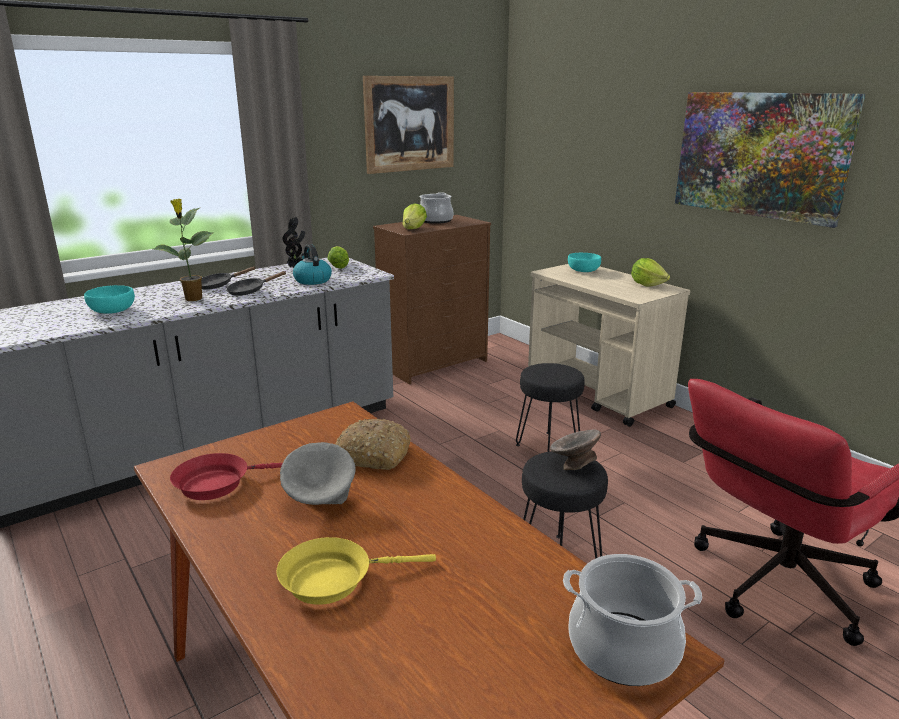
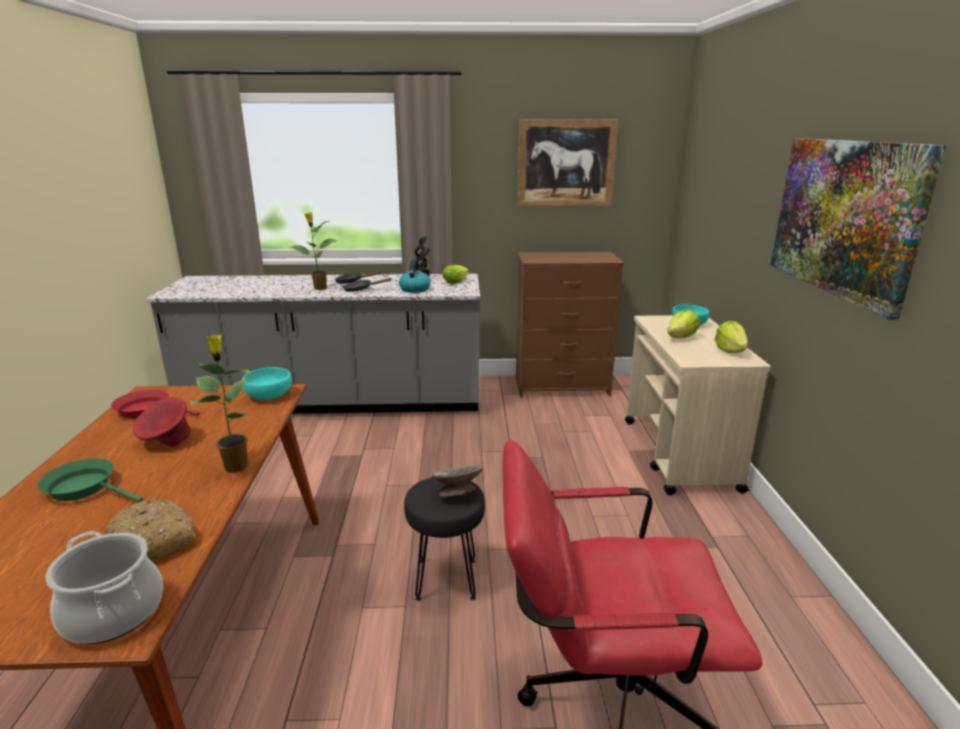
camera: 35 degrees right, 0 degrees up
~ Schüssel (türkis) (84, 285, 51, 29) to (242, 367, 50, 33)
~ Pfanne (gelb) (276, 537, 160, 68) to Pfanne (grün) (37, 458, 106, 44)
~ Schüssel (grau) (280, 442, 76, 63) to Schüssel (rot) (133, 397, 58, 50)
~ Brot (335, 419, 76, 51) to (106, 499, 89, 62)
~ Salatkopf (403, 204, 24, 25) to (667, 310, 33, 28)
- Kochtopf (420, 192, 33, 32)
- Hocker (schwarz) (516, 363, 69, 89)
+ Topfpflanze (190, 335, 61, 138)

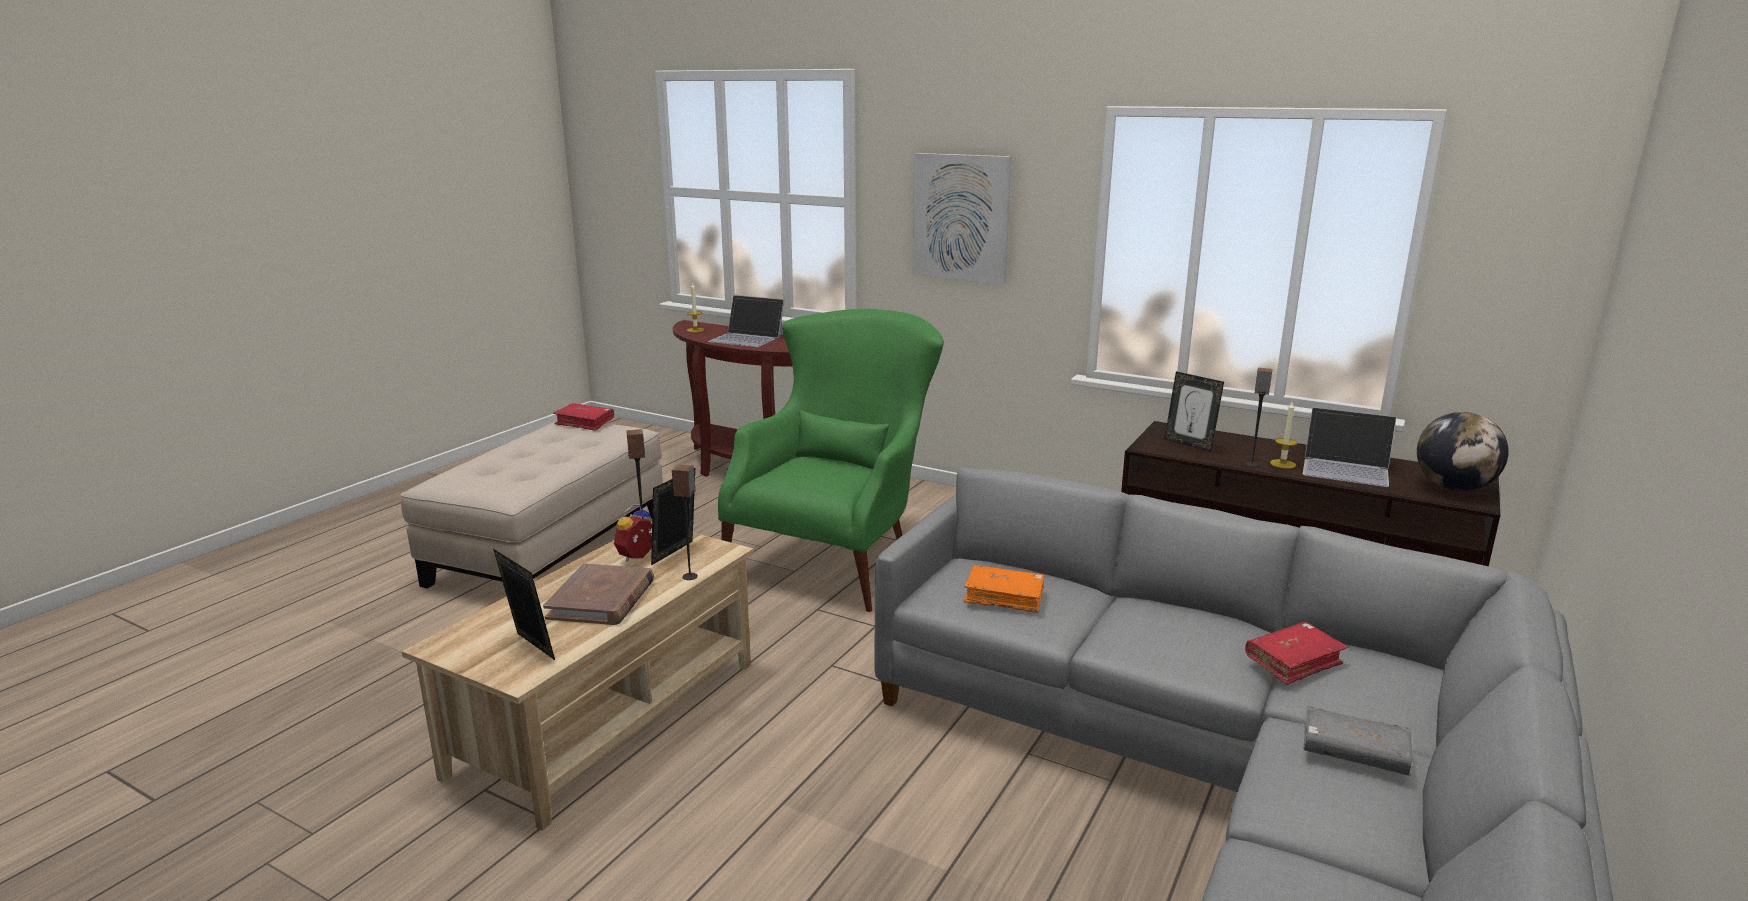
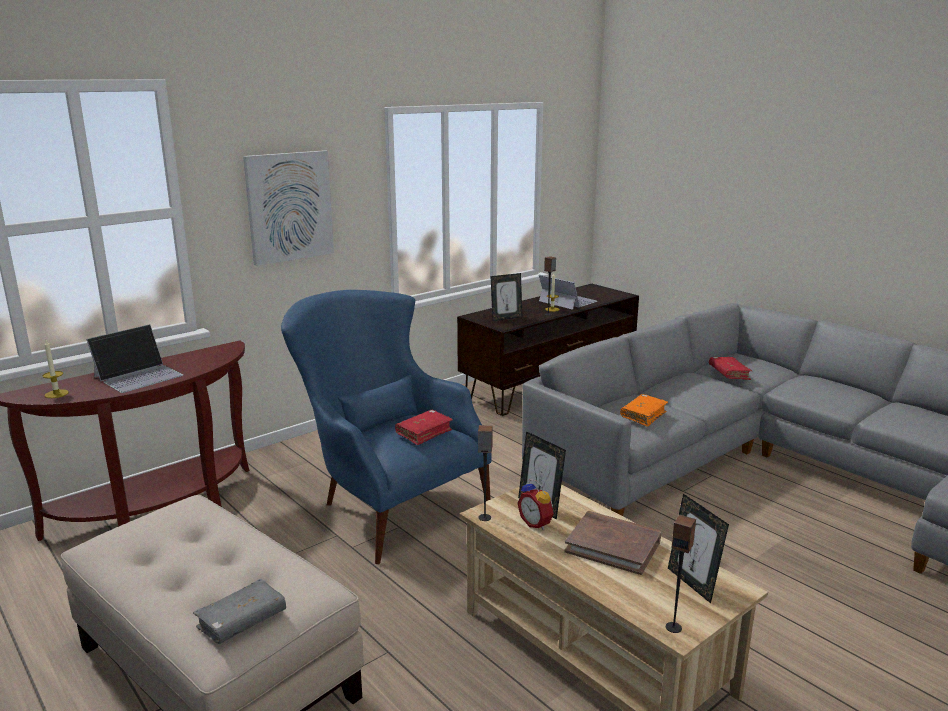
camera: 70 degrees left, 0 degrees up
~ Bilderrahmen (493, 549, 62, 111) = (668, 494, 61, 109) 90 degrees counterclockwise
~ Buch (rot) (553, 403, 61, 28) to (395, 410, 58, 35)
~ Lautsprecher (672, 465, 26, 115) to (666, 515, 30, 118)
~ Sessel (grün) (718, 309, 226, 303) to Sessel (blau) (281, 290, 211, 274)
~ Laptop (1303, 407, 94, 80) = (539, 275, 58, 35) 90 degrees counterclockwise
~ Buch (grau) (1303, 706, 110, 69) to (193, 579, 93, 65)
- Globus (1417, 412, 92, 79)

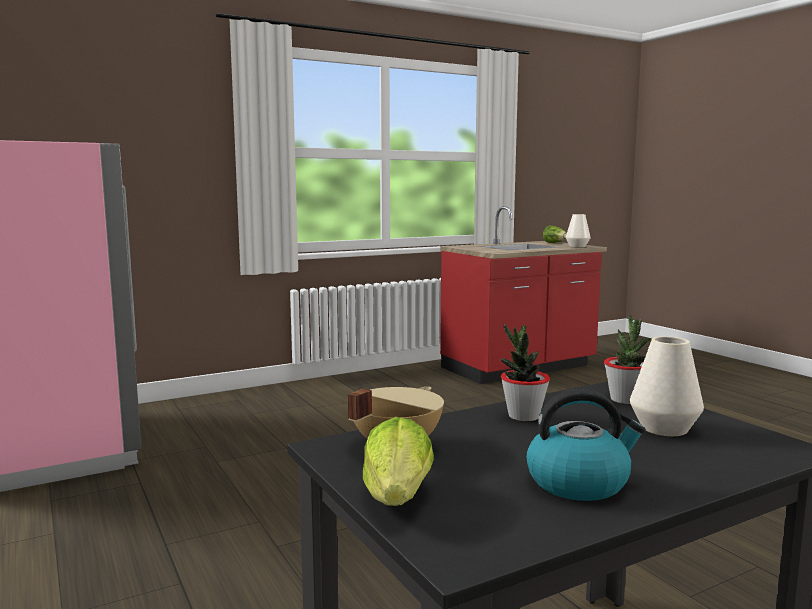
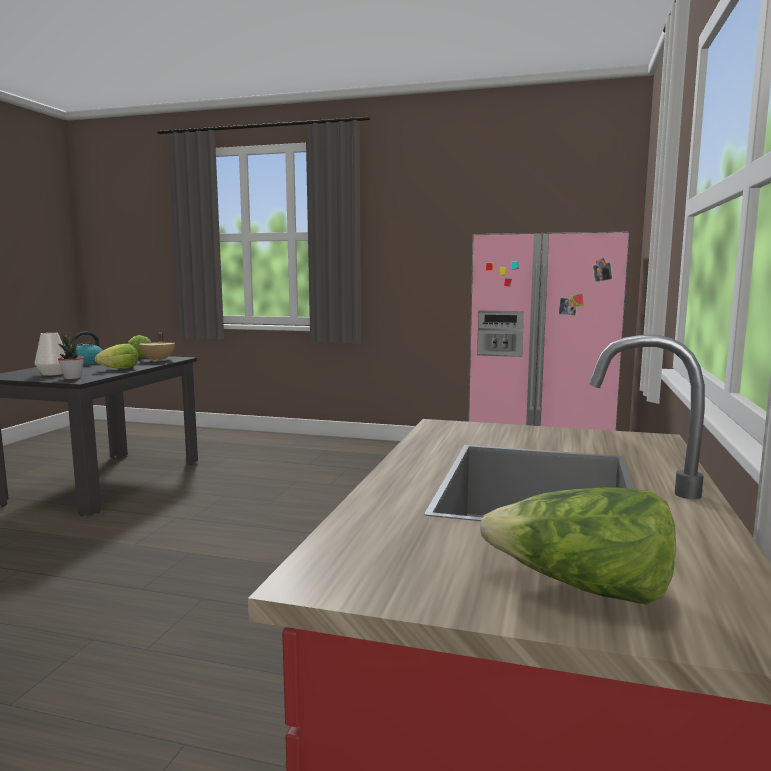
camera: 135 degrees right, 0 degrees up
~ Topfpflanze (500, 324, 50, 97) to Salatkopf (95, 344, 43, 25)
- Vase (weiß) (566, 214, 25, 33)

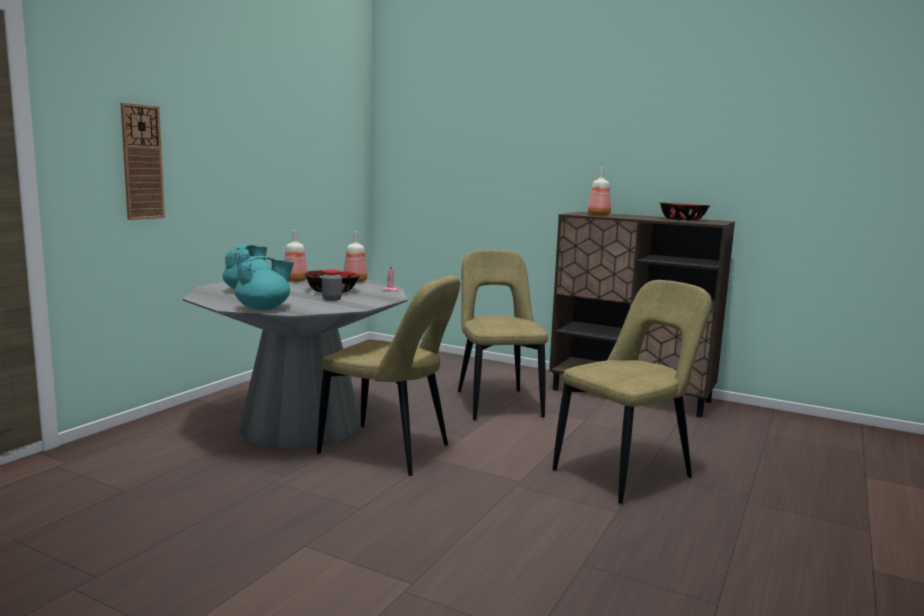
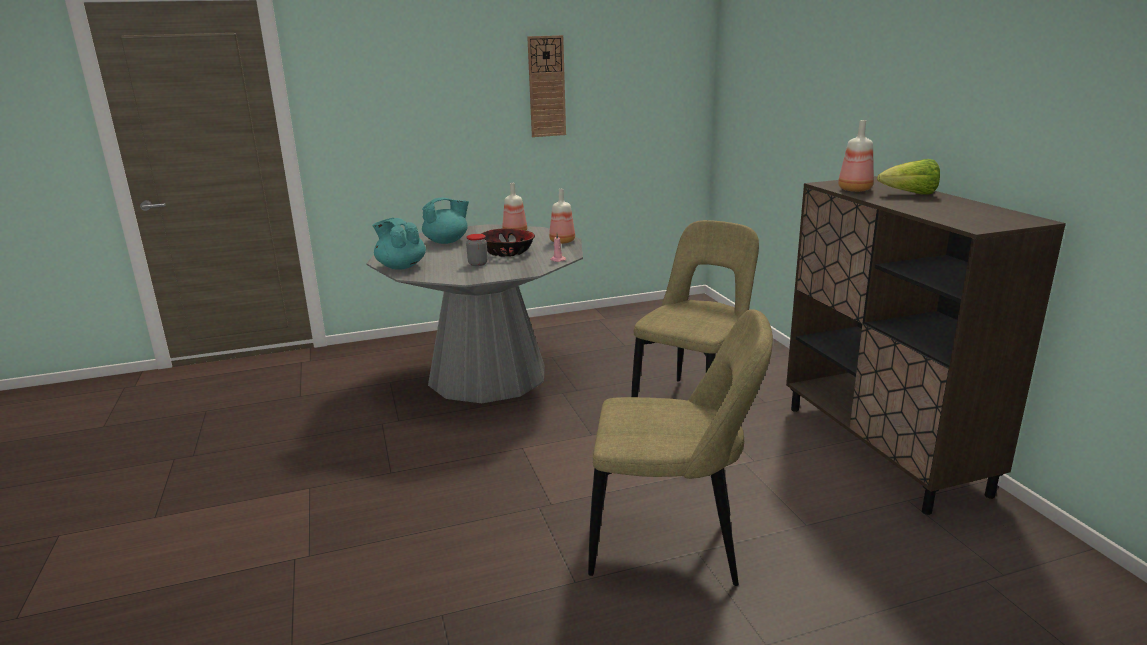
camera: 45 degrees right, 10 degrees up
~ Wanduhr (121, 103, 44, 117) to (527, 35, 39, 102)
~ Teekanne (türkis) (234, 256, 60, 54) = (372, 218, 54, 52) 150 degrees counterclockwise
- Stuhl (beige) (317, 275, 143, 201)
- Schüssel (660, 202, 50, 18)
+ Salatkopf (877, 159, 63, 36)

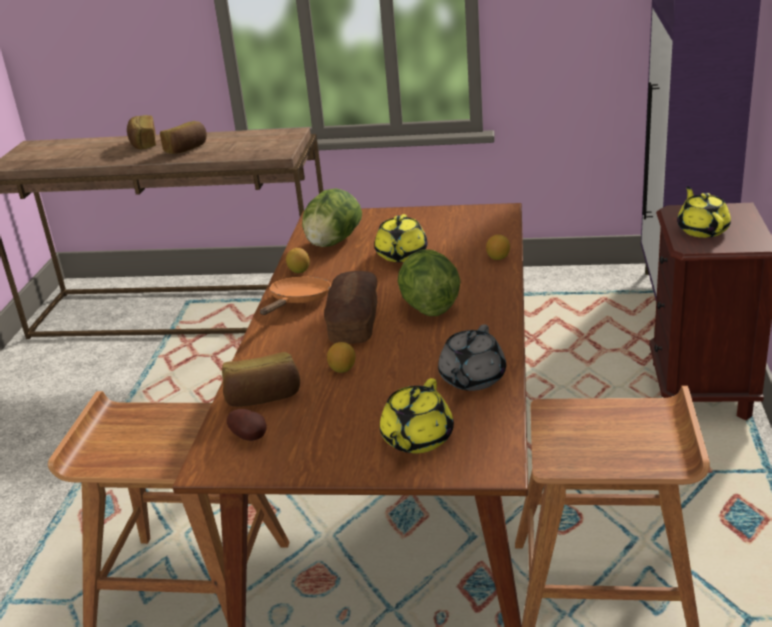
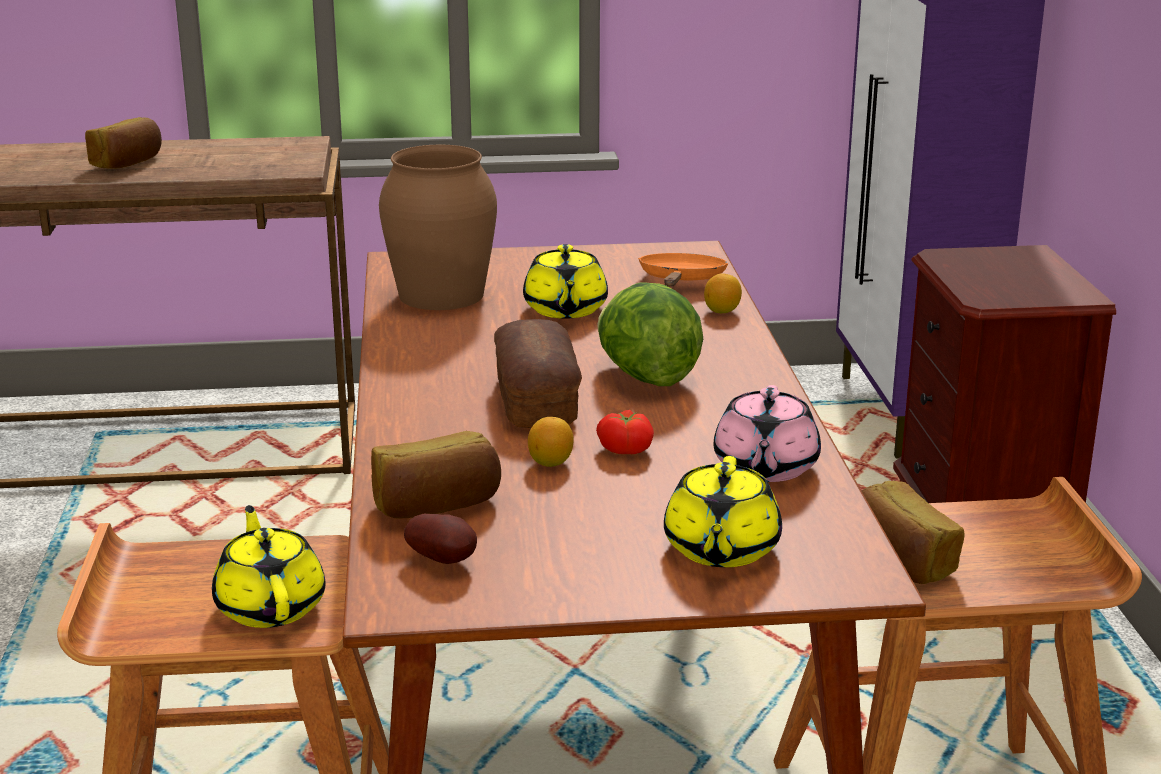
camera: 15 degrees left, 5 degrees down
~ Brot (127, 115, 29, 35) to (861, 481, 103, 103)
~ Pfanne (orange) (260, 277, 71, 38) to (638, 253, 91, 34)
- Zitrone (286, 248, 24, 25)
~ Salatkopf (302, 188, 60, 59) to Vase (braun) (379, 145, 118, 165)
~ Teekanne (grau) (438, 324, 68, 67) to Teekanne (rosa) (714, 385, 107, 97)
~ Teekanne (gelb) (677, 186, 54, 52) to (212, 505, 114, 123)
+ Tomate (596, 410, 58, 44)

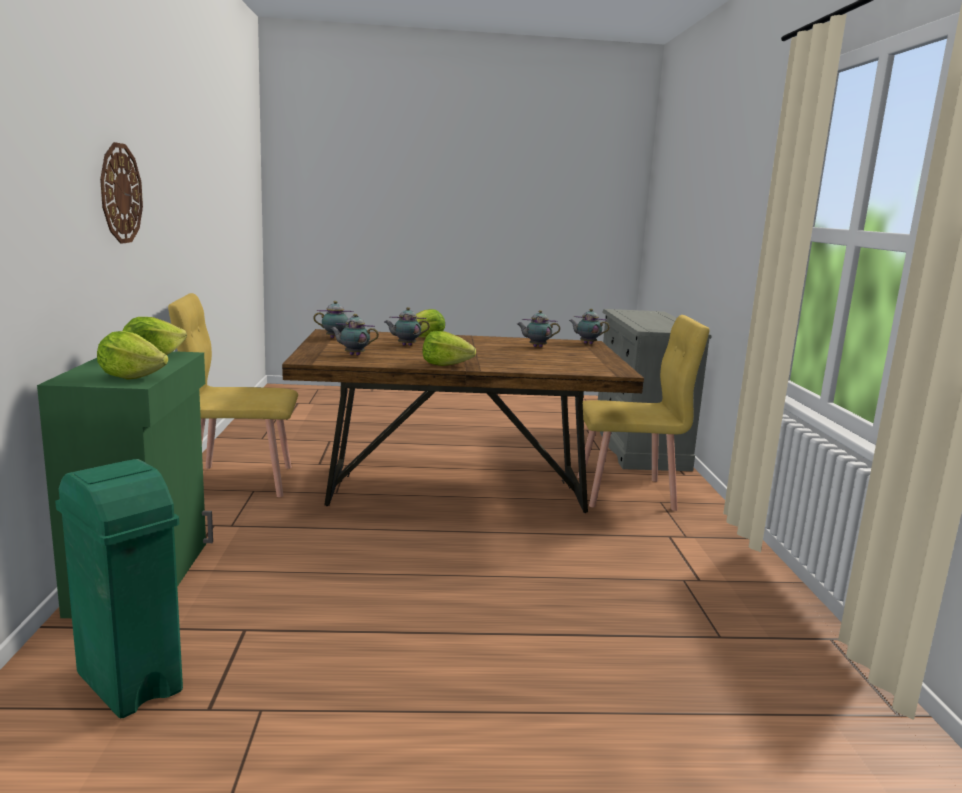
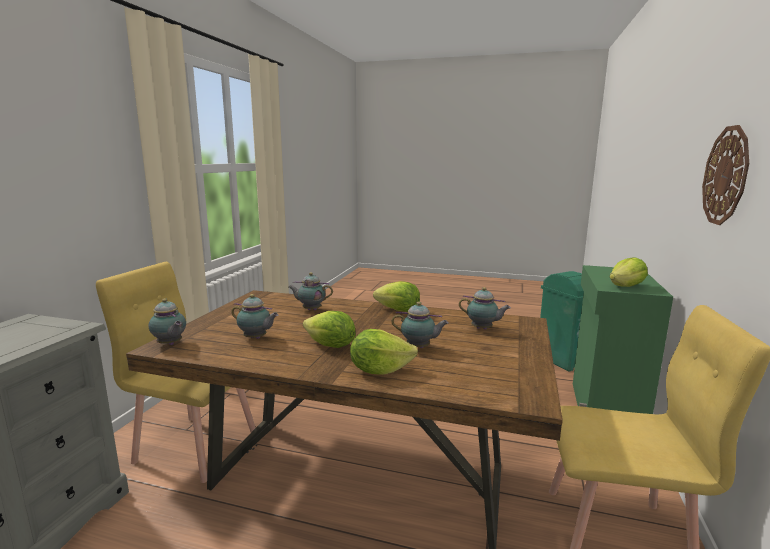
camera: 160 degrees left, 0 degrees up
~ Salatkopf (97, 331, 72, 49) to (303, 311, 53, 37)
~ Teekanne (313, 301, 46, 37) to (289, 272, 44, 38)

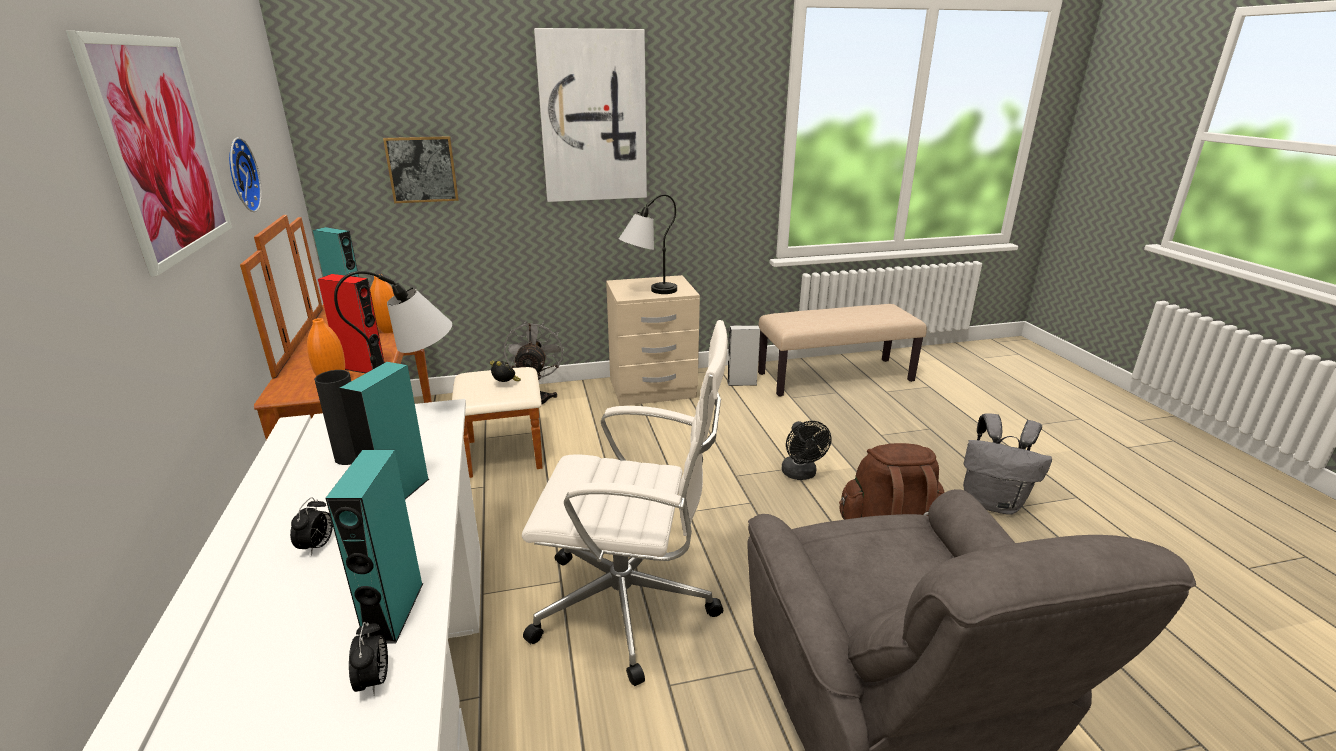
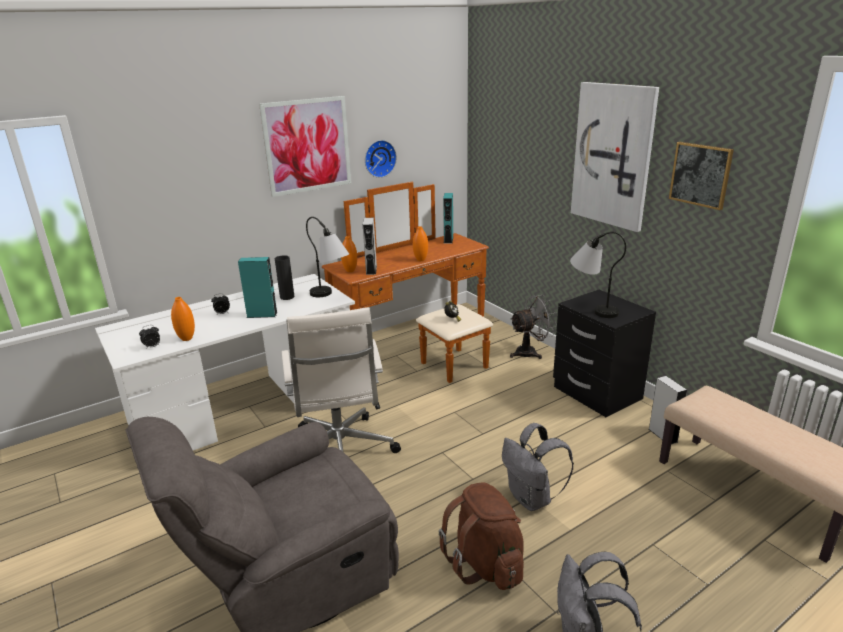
camera: 70 degrees right, 0 degrees up
~ Lautsprecher (rot) (318, 274, 66, 99) to Lautsprecher (grau) (363, 218, 14, 57)
~ Lautsprecher (türkis) (325, 450, 98, 193) to Vase (orange) (171, 297, 24, 44)
~ Bild (383, 136, 76, 67) to (669, 142, 65, 68)
~ Nachttisch (beige) (606, 275, 94, 131) to Nachttisch (schwarz) (553, 289, 103, 128)
~ Ventilator (schwarz) (782, 421, 49, 59) to Rucksack (grau) (502, 423, 72, 88)

